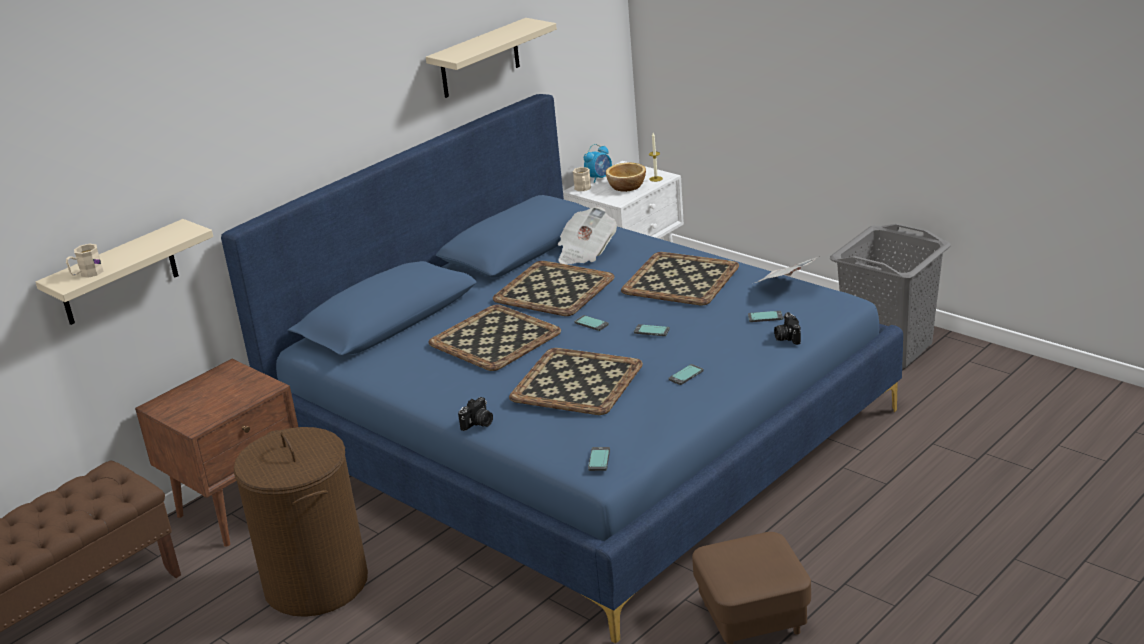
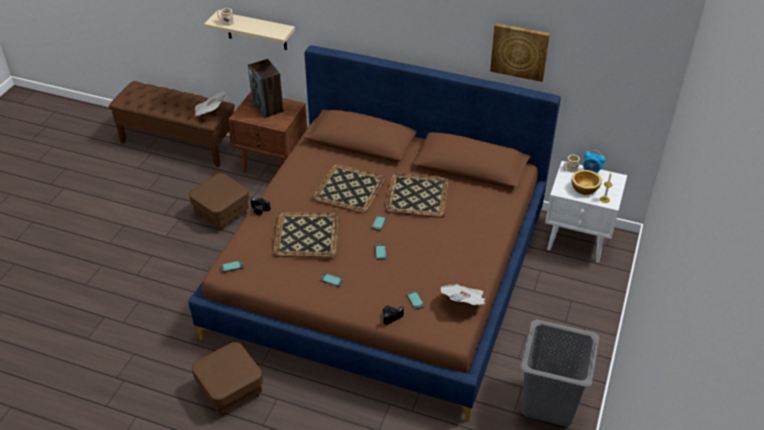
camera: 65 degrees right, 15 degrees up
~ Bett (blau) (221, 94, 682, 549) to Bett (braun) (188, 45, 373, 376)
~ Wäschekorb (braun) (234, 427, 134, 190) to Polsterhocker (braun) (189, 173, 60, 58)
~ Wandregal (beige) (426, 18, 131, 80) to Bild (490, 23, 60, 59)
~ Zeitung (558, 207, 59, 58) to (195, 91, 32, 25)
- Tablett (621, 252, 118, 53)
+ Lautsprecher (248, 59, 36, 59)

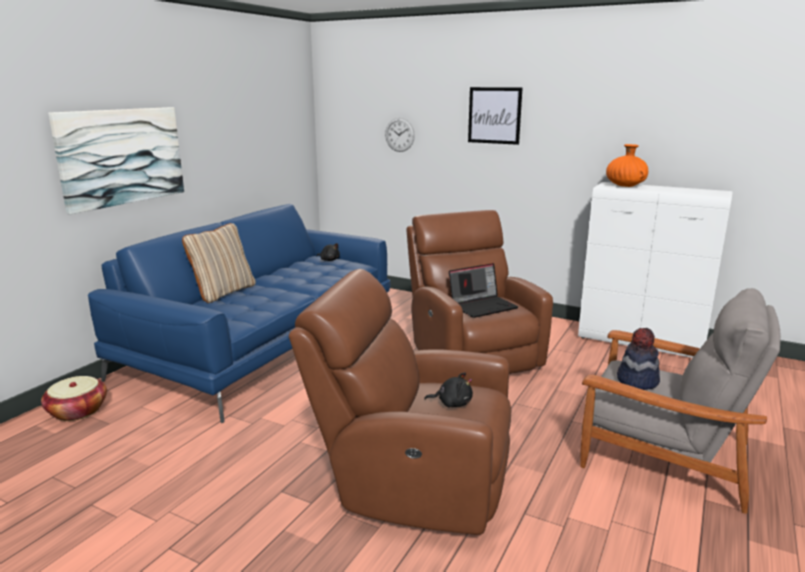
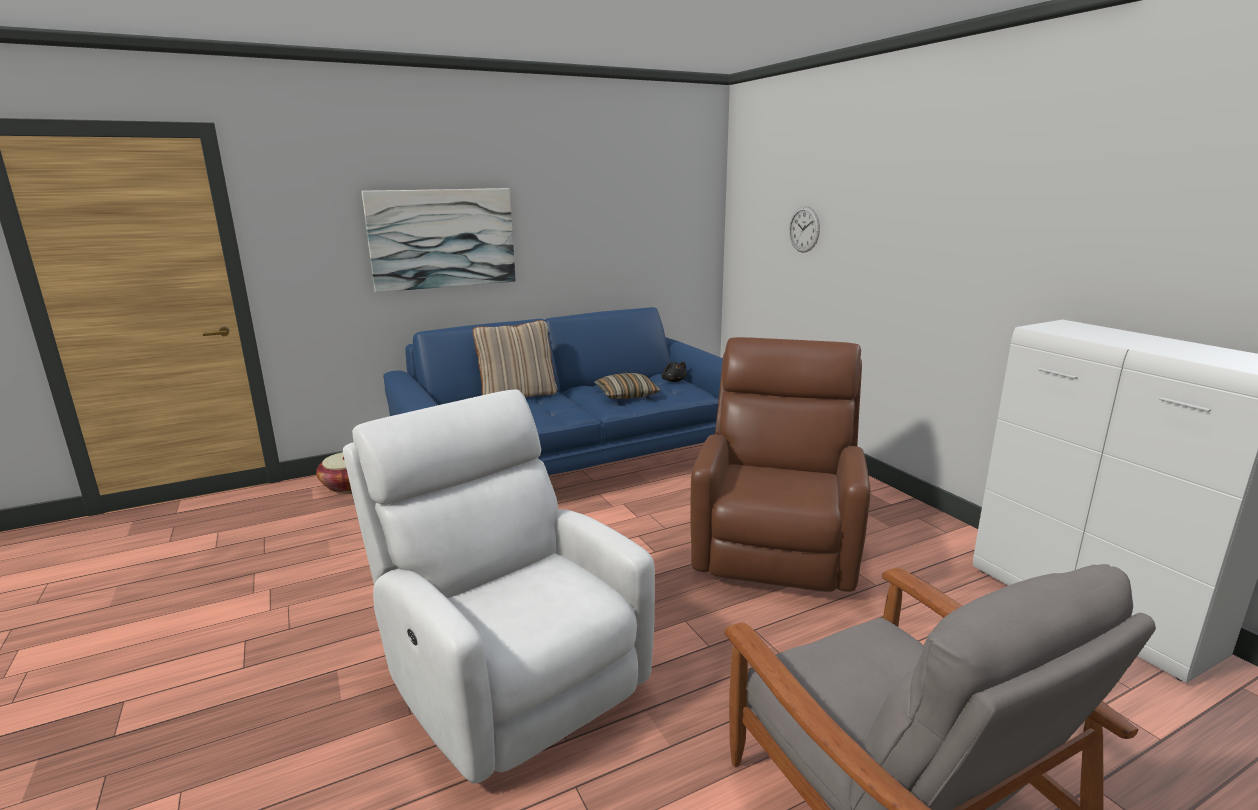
camera: 35 degrees right, 0 degrees up
~ Sessel (braun) (289, 269, 222, 266) to Sessel (weiß) (343, 389, 312, 394)
- Plüschtier (schwarz) (424, 372, 49, 36)
- Laptop (449, 263, 69, 55)
- Bild (468, 87, 54, 58)
- Vase (orange) (606, 144, 42, 43)
- Hut (617, 328, 43, 62)
+ Kissen (594, 373, 66, 26)

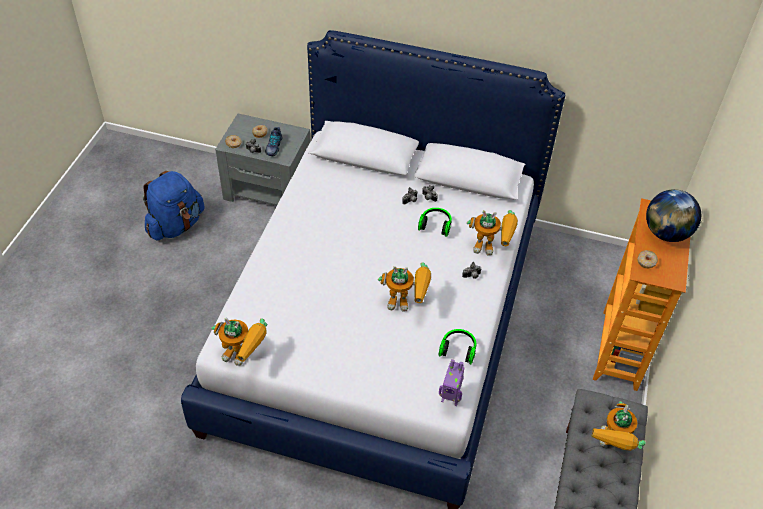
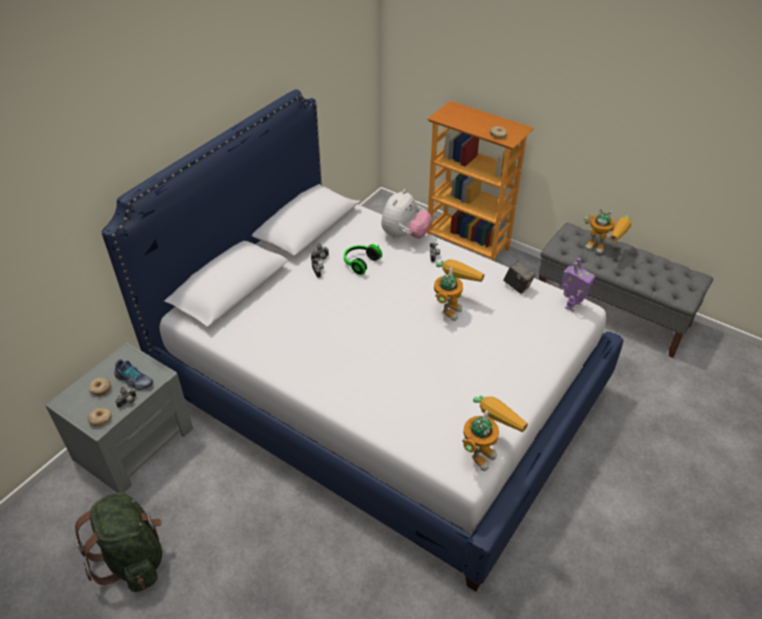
camera: 70 degrees left, 5 degrees down
~ Rucksack (blau) (143, 171, 62, 70) to Rucksack (grün) (75, 492, 87, 100)
~ Kopfhörer (439, 329, 37, 35) to Kamera (503, 261, 33, 33)
~ Spielzeugroboter (467, 210, 51, 45) to Plüschtier (381, 189, 51, 50)
- Globus (646, 189, 55, 53)

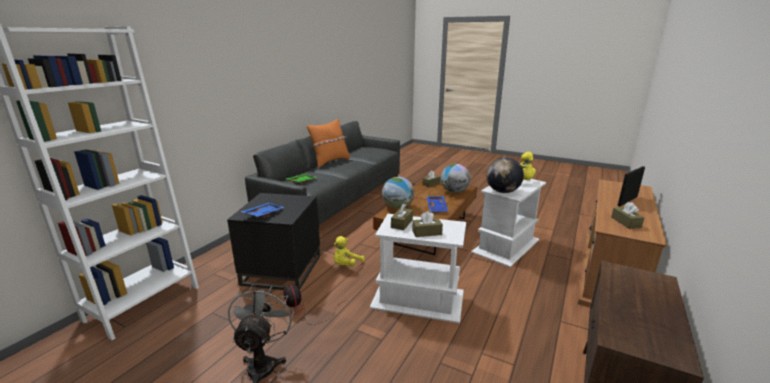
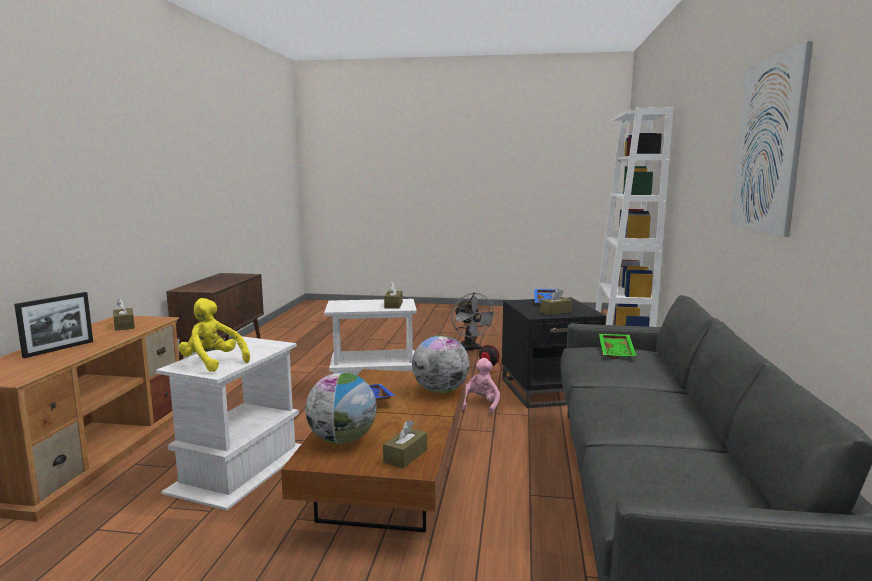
camera: 160 degrees right, 10 degrees down
- Kissen (orange) (307, 119, 43, 49)
~ Plüschtier (gelb) (334, 236, 31, 30) to Plüschtier (rosa) (462, 358, 38, 57)
~ Taschentuchbox (braun) (412, 211, 31, 26) to (540, 288, 32, 27)
- Globus (486, 157, 38, 36)
+ Bild (730, 41, 83, 196)

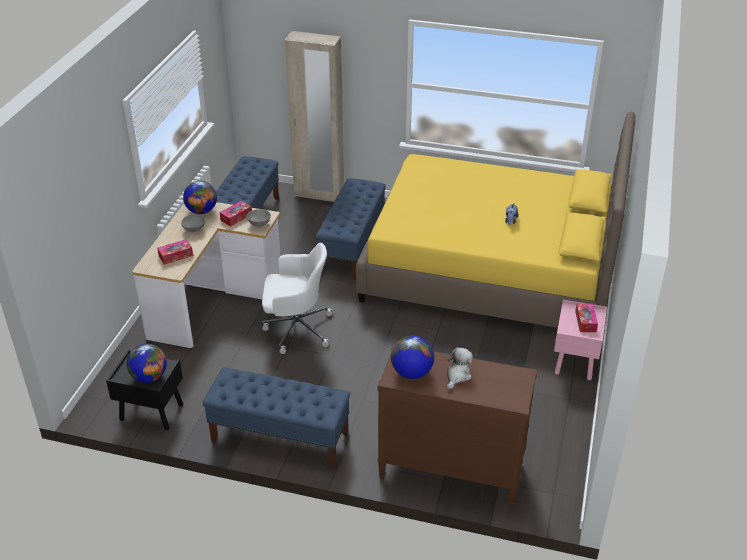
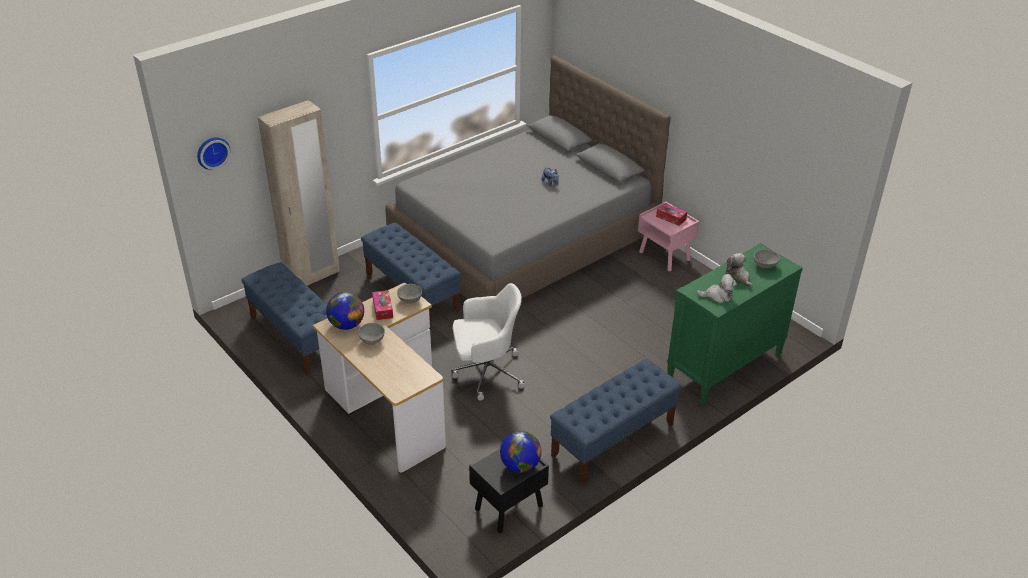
camera: 55 degrees left, 0 degrees up
- Taschentuchbox (157, 239, 36, 26)
~ Bürostuhl (weiß) (262, 243, 70, 111) = (451, 283, 74, 118) 45 degrees clockwise
~ Bett (gelb) (356, 112, 279, 216) to Bett (grau) (385, 55, 286, 244)
~ Kommode (braun) (377, 344, 161, 163) to Kommode (grün) (667, 243, 136, 163)
~ Globus (391, 336, 43, 43) to Plüschtier (697, 274, 40, 29)
+ Wanduhr (197, 137, 33, 33)
+ Schüssel (grau) (753, 249, 27, 19)

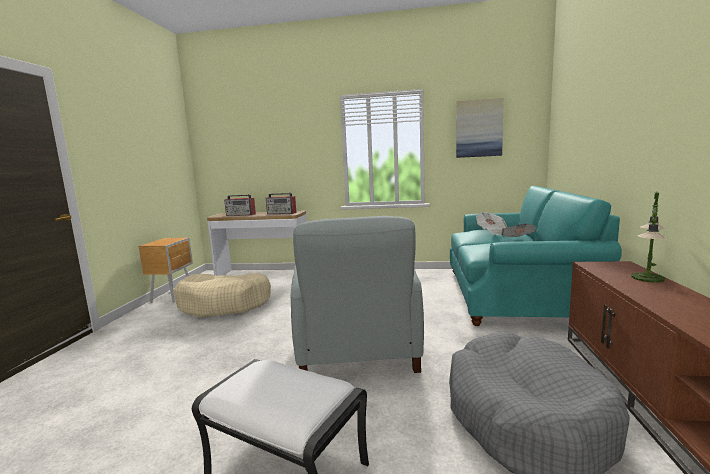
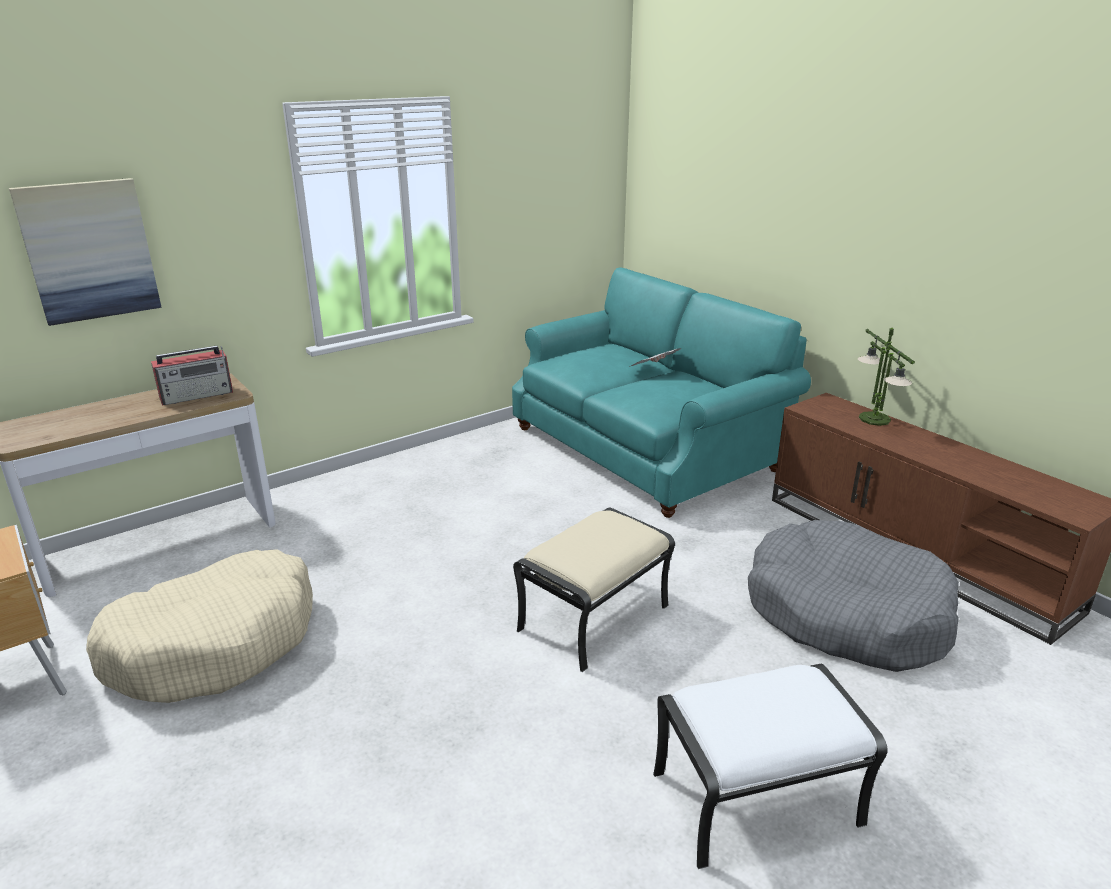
camera: 45 degrees left, 15 degrees up
- Radio (224, 194, 32, 22)
~ Sessel (grau) (291, 216, 133, 157) to Polsterhocker (beige) (513, 508, 162, 164)
~ Bild (456, 98, 48, 60) to (9, 178, 153, 148)
- Zeitung (476, 212, 31, 23)

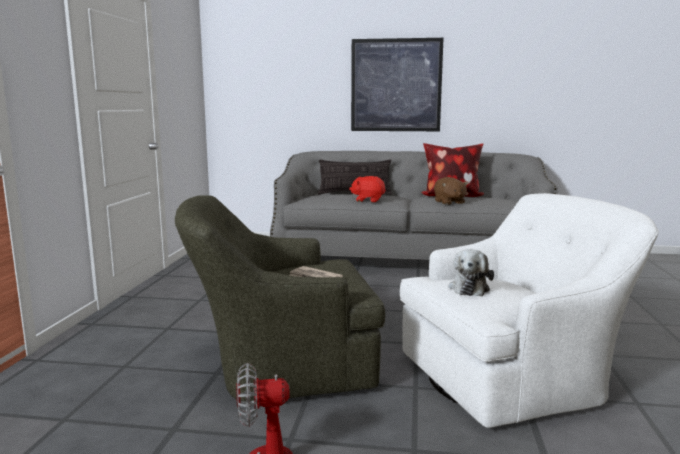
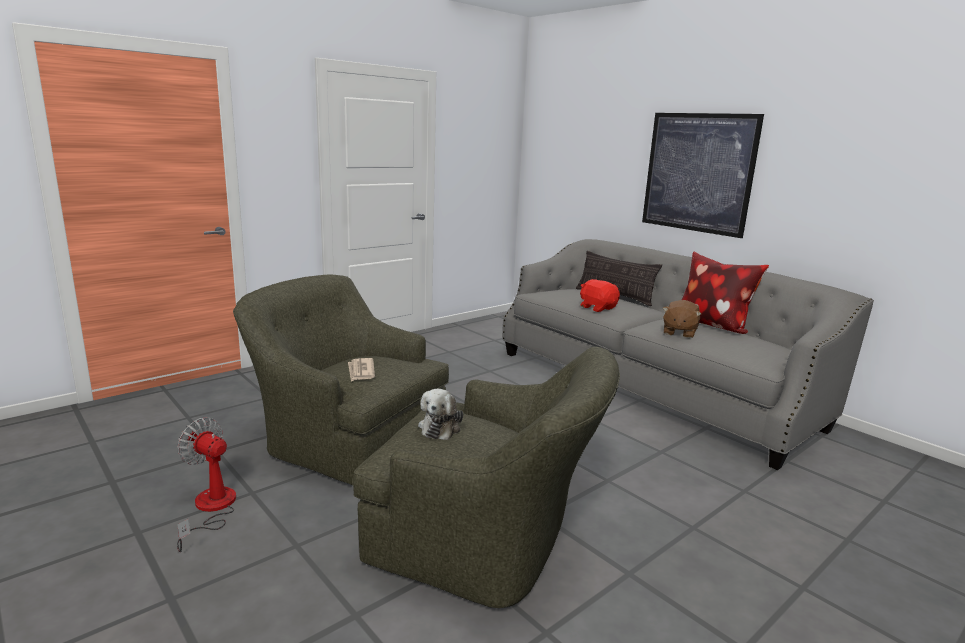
camera: 40 degrees right, 5 degrees up
~ Sessel (weiß) (400, 193, 259, 235) to Sessel (grün) (353, 346, 267, 262)
~ Plüschtier (449, 249, 45, 48) = (418, 389, 45, 51) 45 degrees counterclockwise

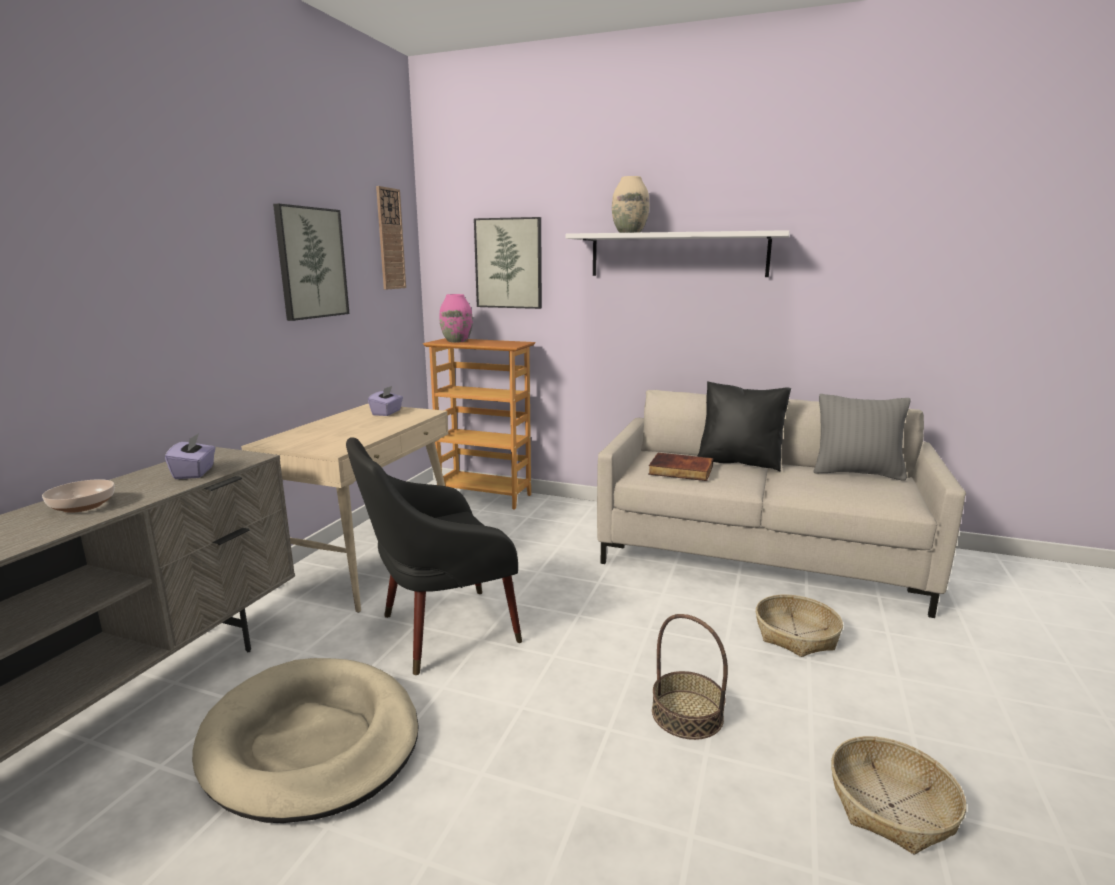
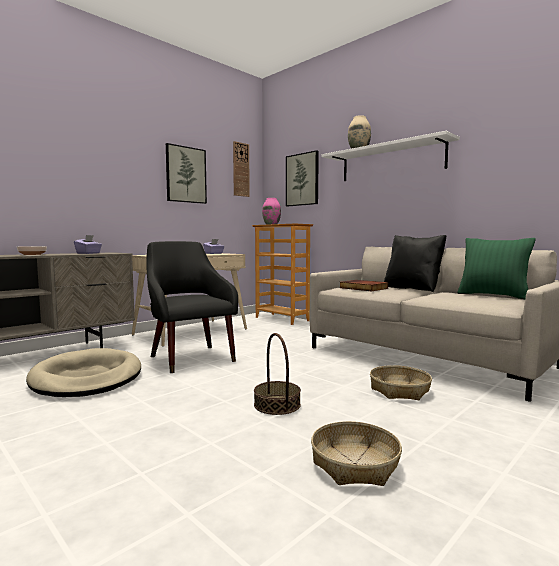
camera: 25 degrees right, 10 degrees down
~ Sessel (schwarz) (346, 437, 176, 238) = (146, 241, 92, 132) 60 degrees clockwise
~ Kissen (grau) (814, 394, 97, 87) to Kissen (grün) (458, 238, 77, 62)

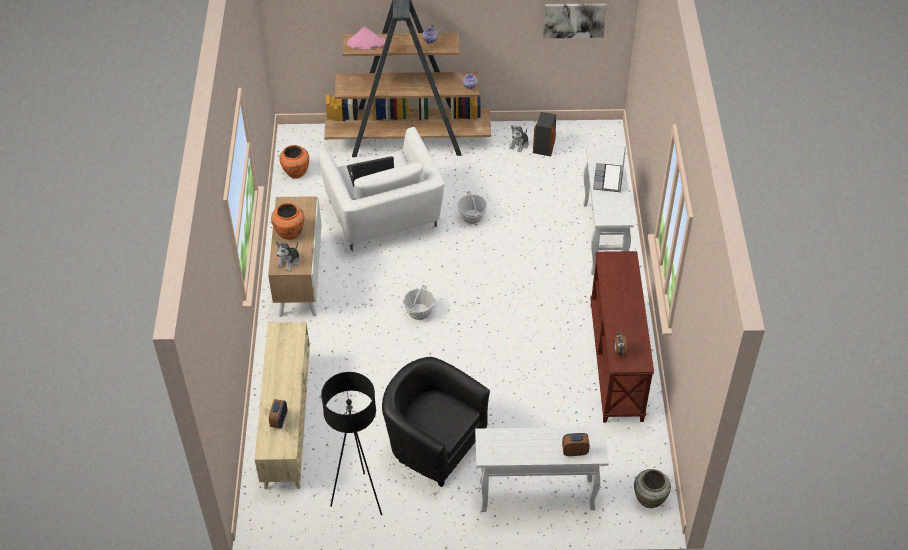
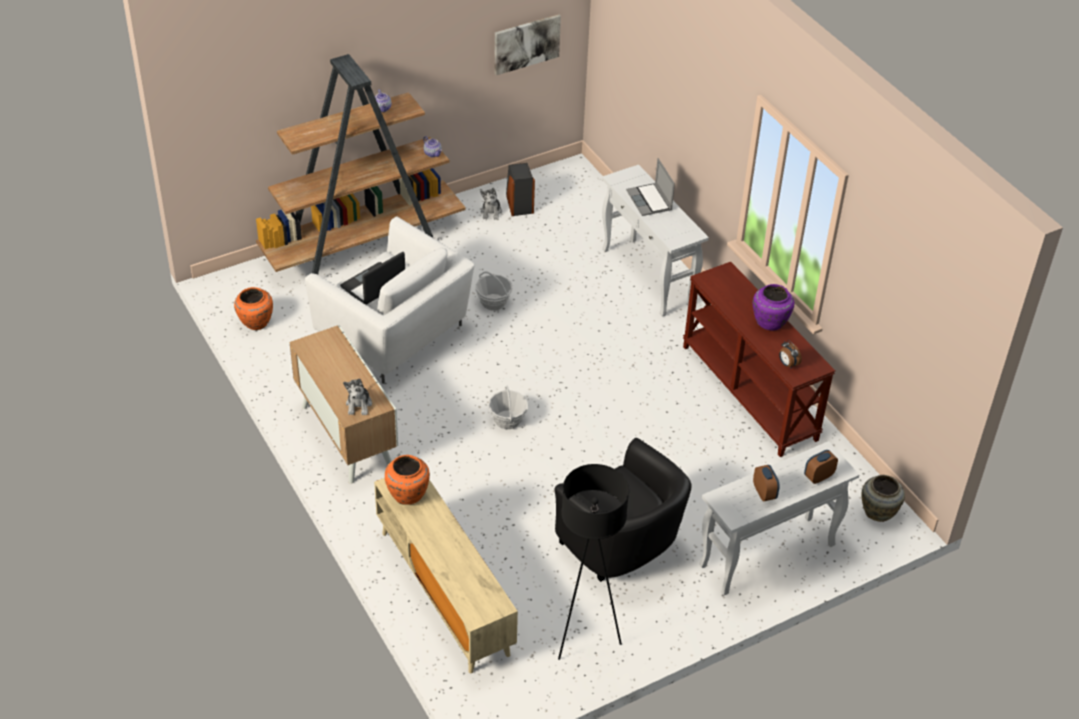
camera: 30 degrees left, 5 degrees down
~ Wecker (269, 399, 18, 30) to (753, 465, 27, 37)
~ Vase (orange) (271, 203, 34, 37) to (385, 455, 45, 50)
- Hut (rosa) (347, 26, 38, 24)
~ Sessel (schwarz) (382, 357, 108, 130) = (555, 438, 136, 144) 135 degrees counterclockwise
+ Vase (lila) (753, 284, 42, 47)

